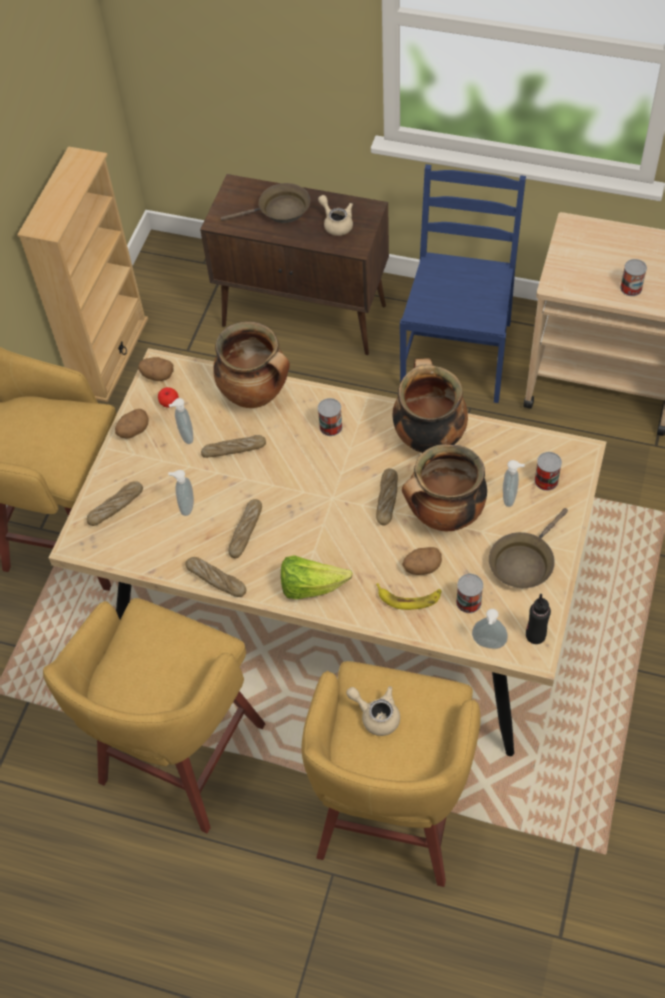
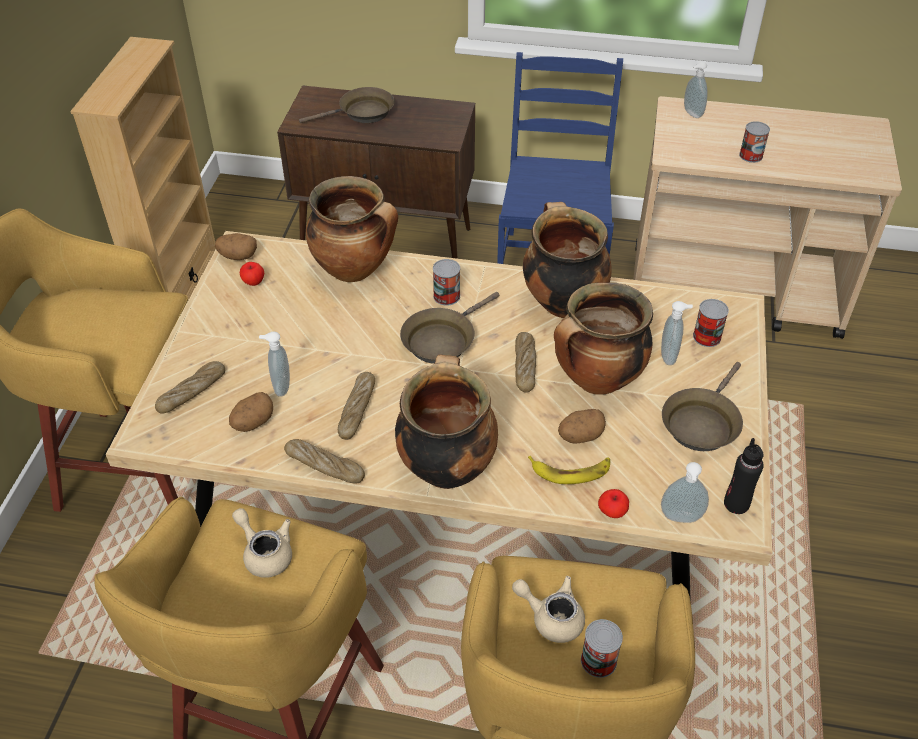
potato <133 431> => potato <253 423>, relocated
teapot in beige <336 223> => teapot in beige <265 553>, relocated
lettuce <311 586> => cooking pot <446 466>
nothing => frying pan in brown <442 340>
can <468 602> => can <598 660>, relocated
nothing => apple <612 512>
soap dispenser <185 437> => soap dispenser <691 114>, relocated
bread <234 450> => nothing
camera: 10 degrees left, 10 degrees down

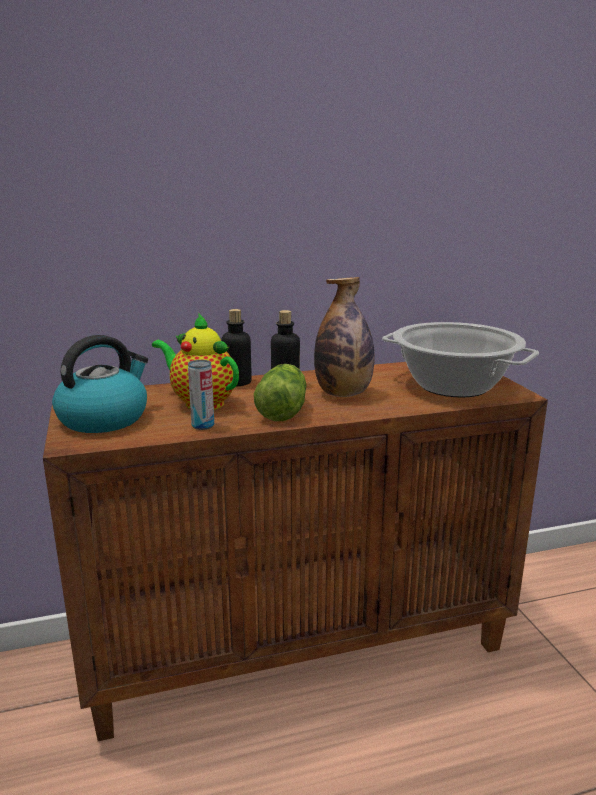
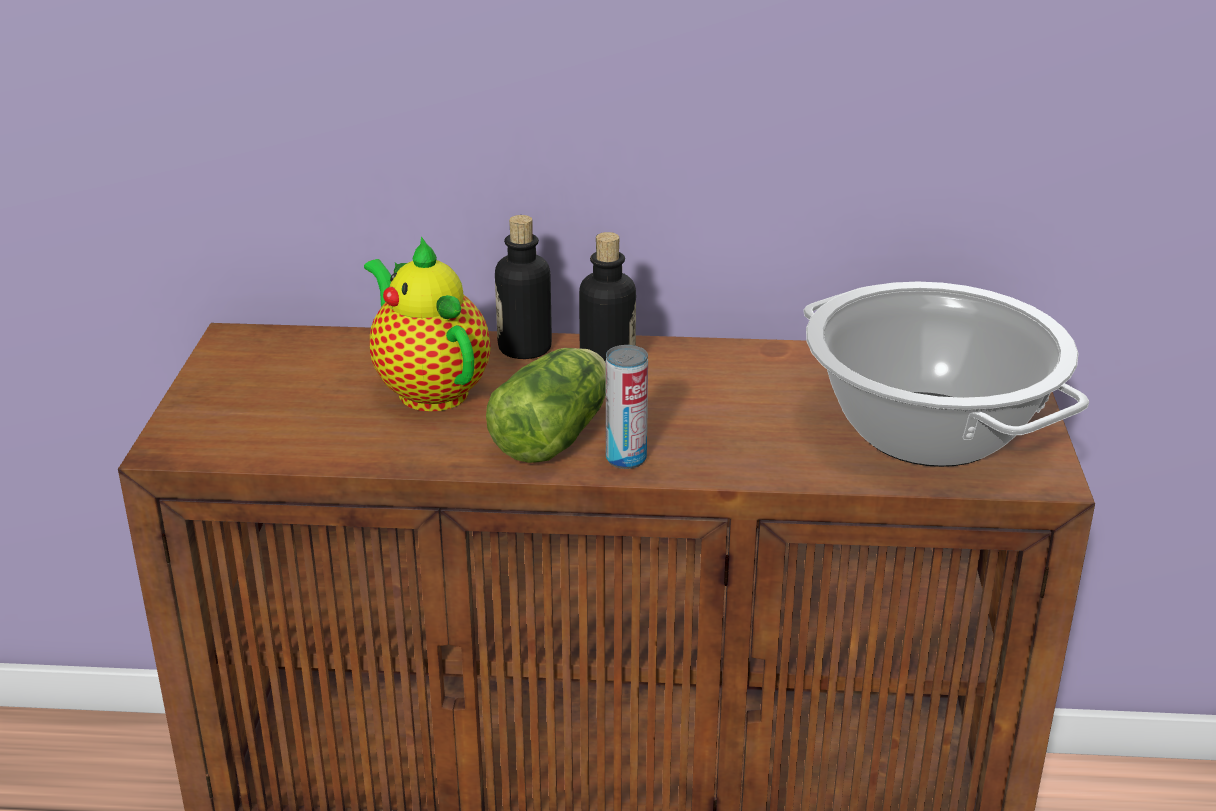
can <203 425> => can <626 459>, relocated
kettle <104 418> => nothing
bottle <343 394> => nothing
camera: 20 degrees right, 10 degrees up

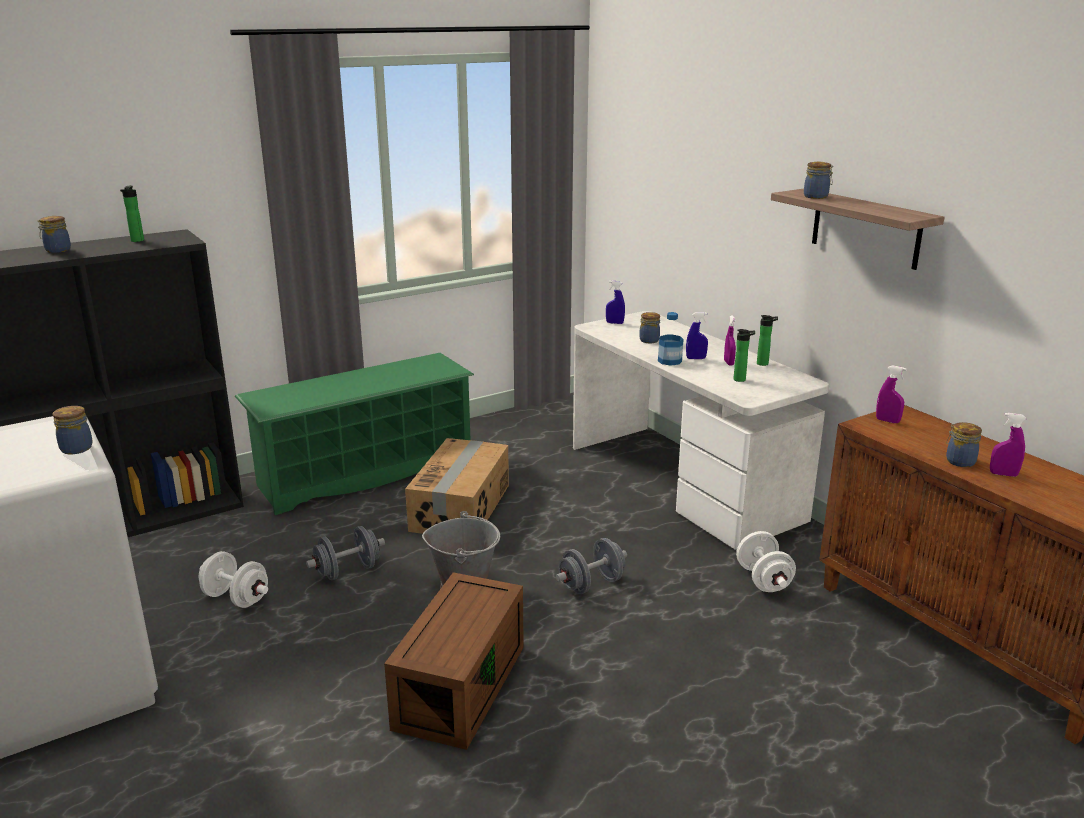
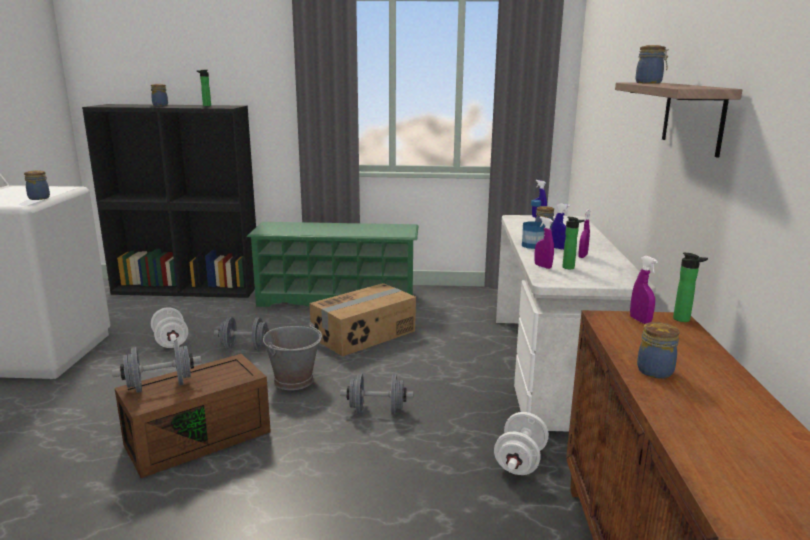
nothing => dumbbell in grey <160 386>
spray bottle in purple <1003 474> => spray bottle in purple <542 266>, relocated
bottle <764 364> => bottle <684 320>, relocated
camera: 35 degrees right, 5 degrees down

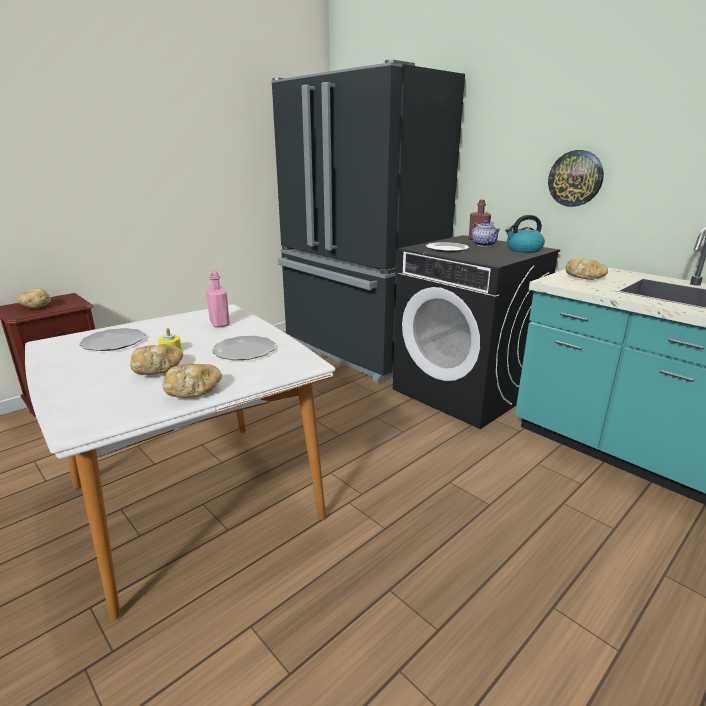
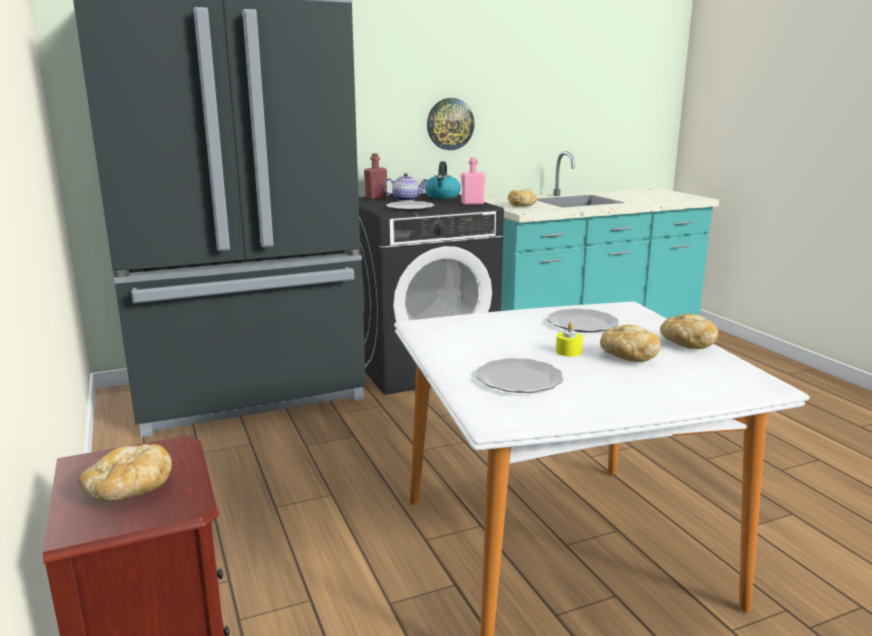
bottle in pink <219 323> => bottle in pink <472 204>, relocated
camera: 70 degrees left, 5 degrees down

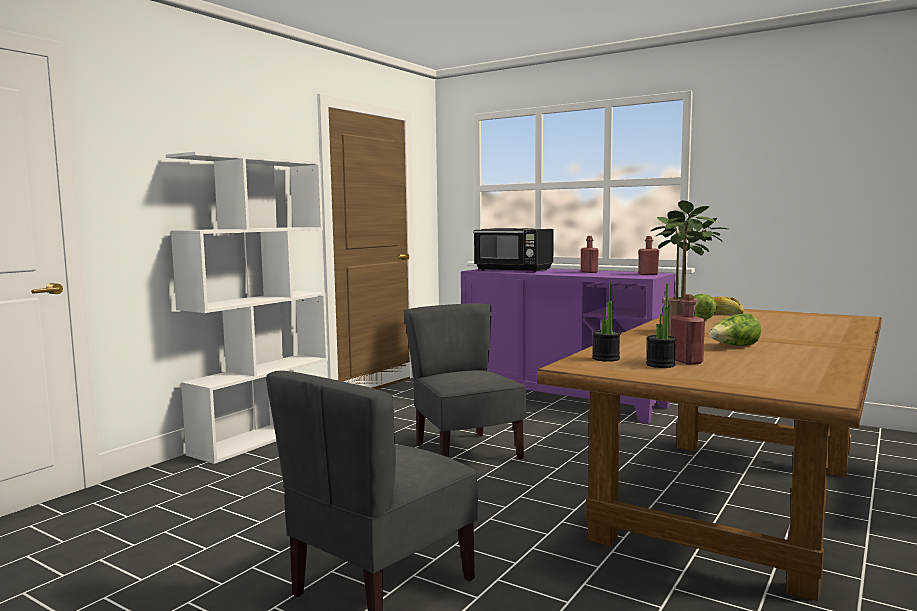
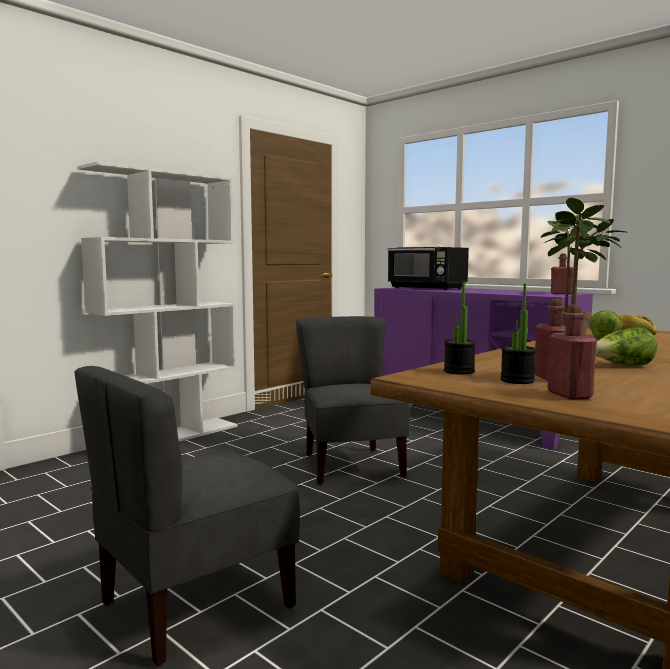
bottle in red <589 272> => bottle in red <569 395>, relocated
camera: 10 degrees right, 0 degrees up

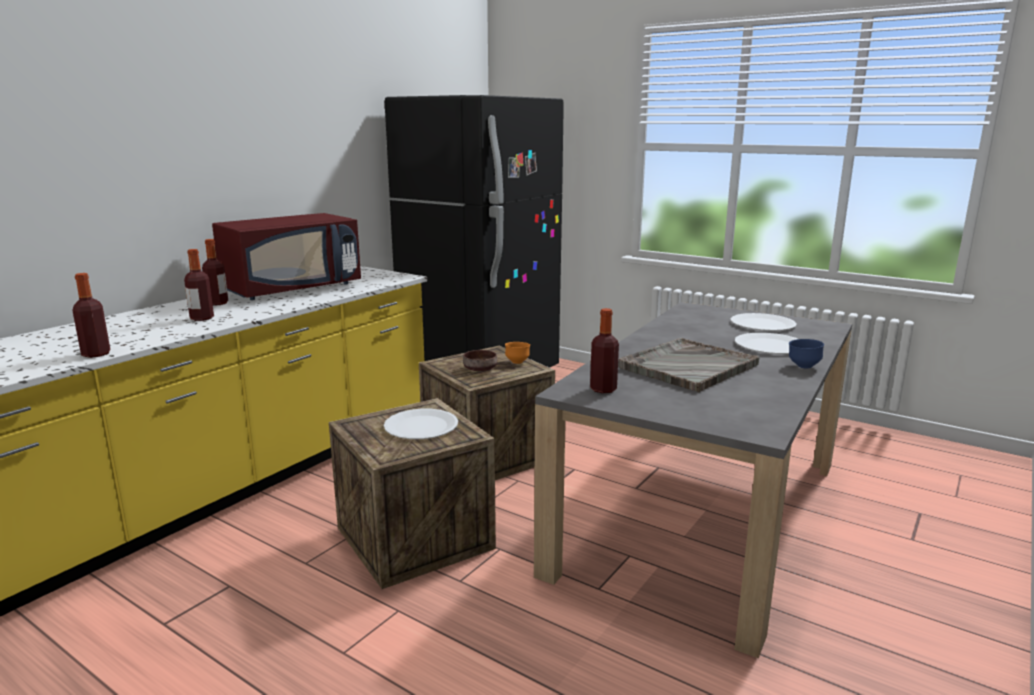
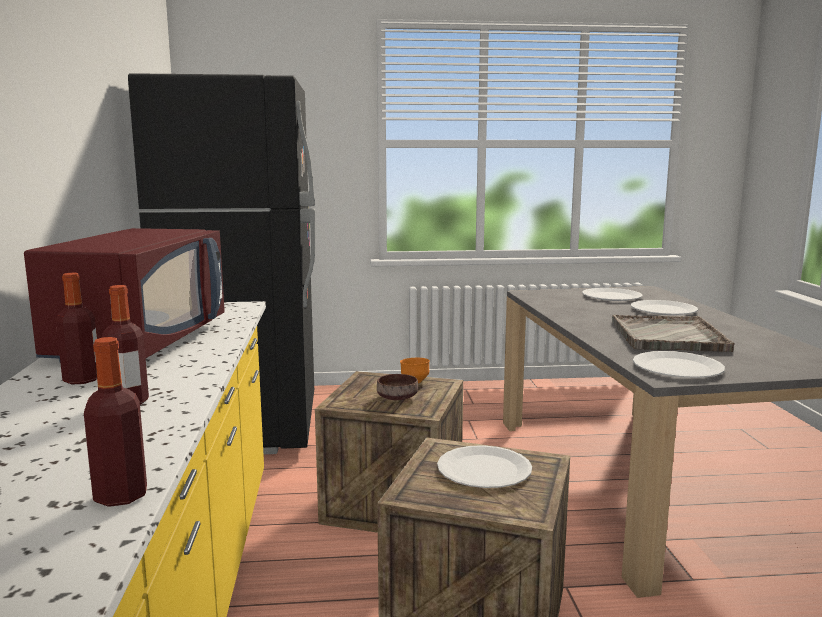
bottle <603 389> => plate in white <677 367>
bowl in blue <803 366> => nothing
camera: 40 degrees left, 5 degrees down

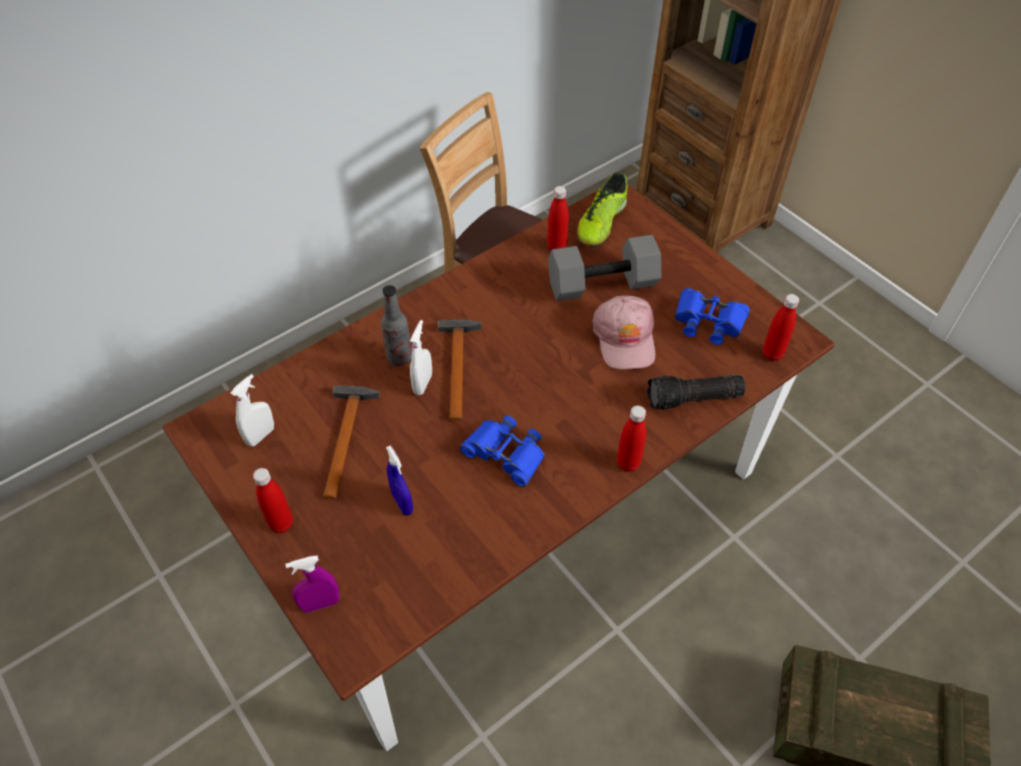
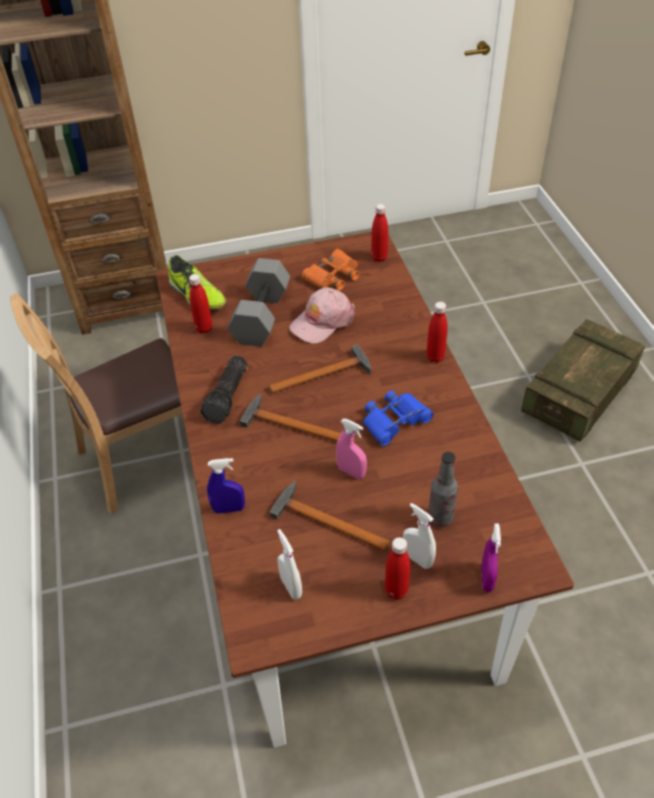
flashlight <693 399> => flashlight <228 397>, relocated
spray bottle in blue <402 503> => spray bottle in blue <229 509>, relocated
nothing => hammer <324 374>
cap in pink <625 338> => cap in pink <322 321>, 120 degrees clockwise
binoculars in blue <708 321> => binoculars in orange <333 276>
nothing => spray bottle in pink <351 472>
spray bottle in white <423 384> => spray bottle in white <417 559>, relocated
bottle <399 358> => bottle <440 518>, relocated
camera: 65 degrees left, 5 degrees down

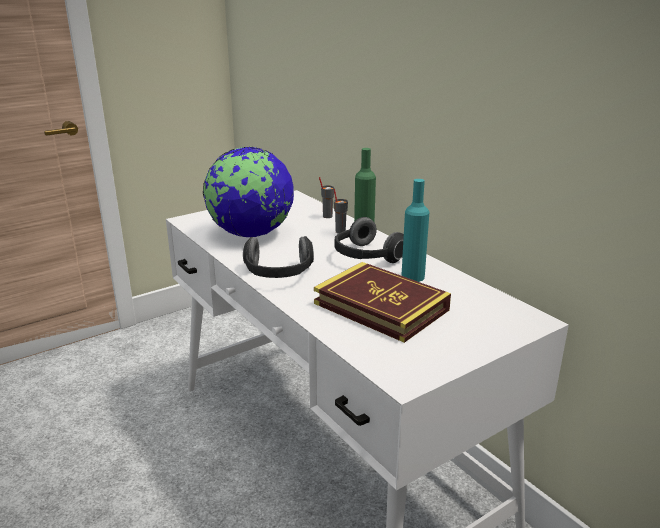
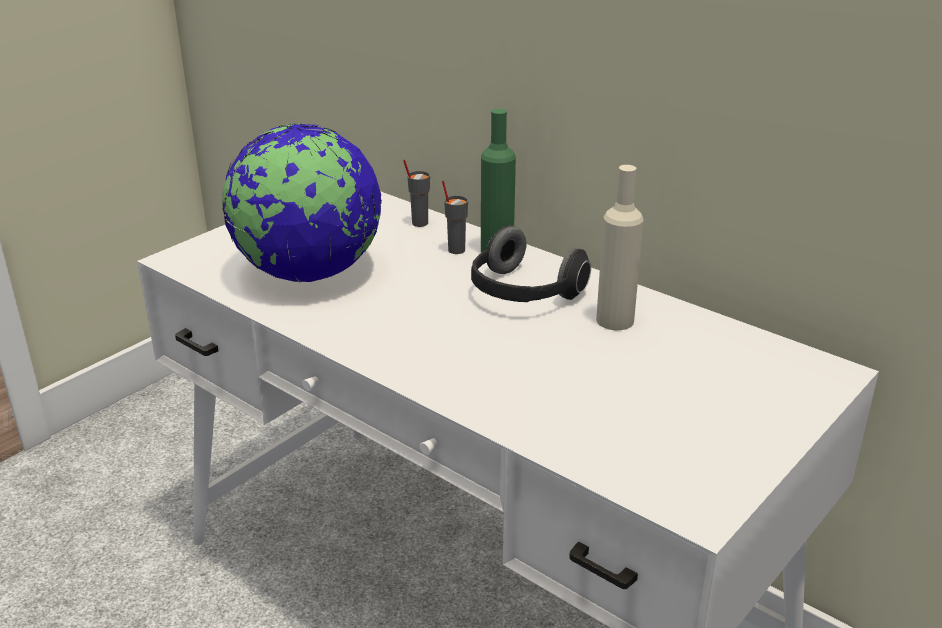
bottle in turquoise <413 277> => bottle in beige <615 320>
headphones <278 274> => nothing
book <381 307> => nothing
camera: 15 degrees left, 5 degrees up

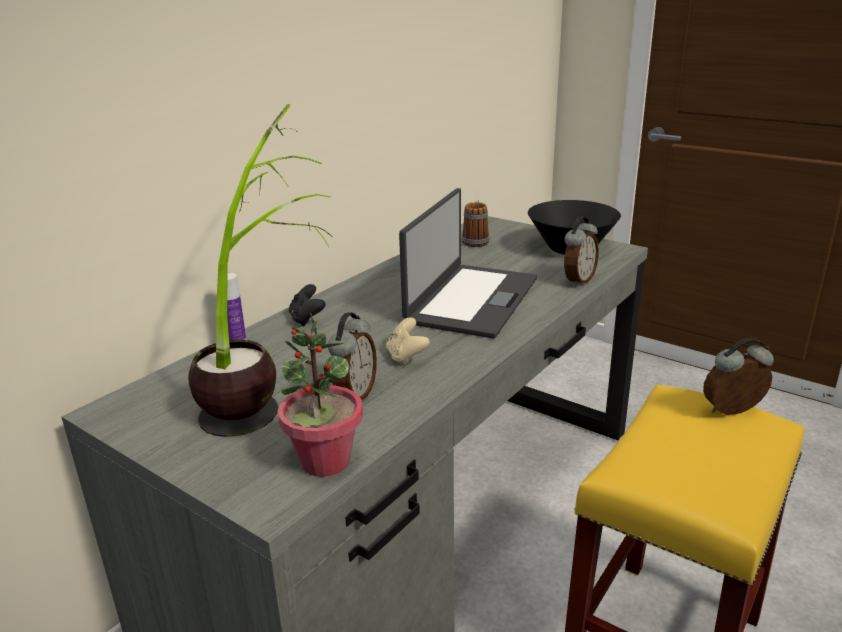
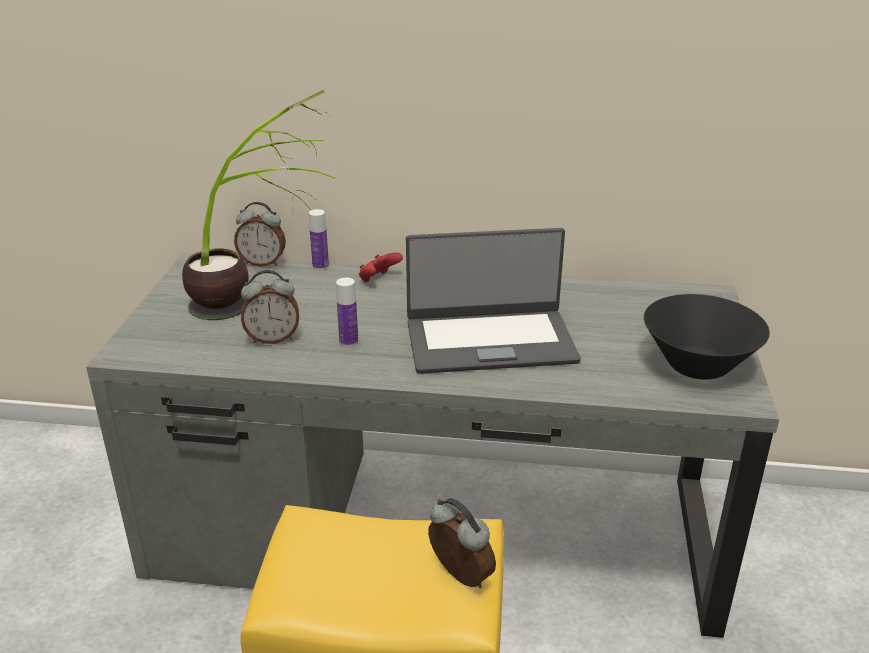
alarm clock <578 280> => alarm clock <262 263>, relocated
game controller in beige <406 357> => bottle <348 341>
game controller in black <307 319> => game controller in red <378 280>
potted plant <325 462> => nothing
mug <475 240> => nothing
camera: 60 degrees right, 5 degrees up

